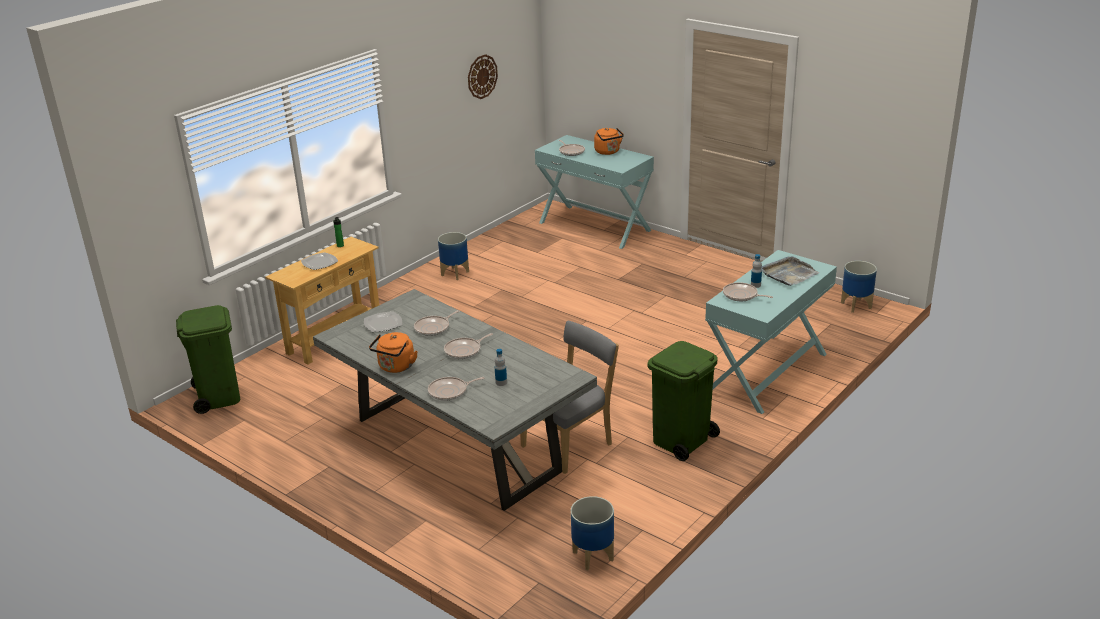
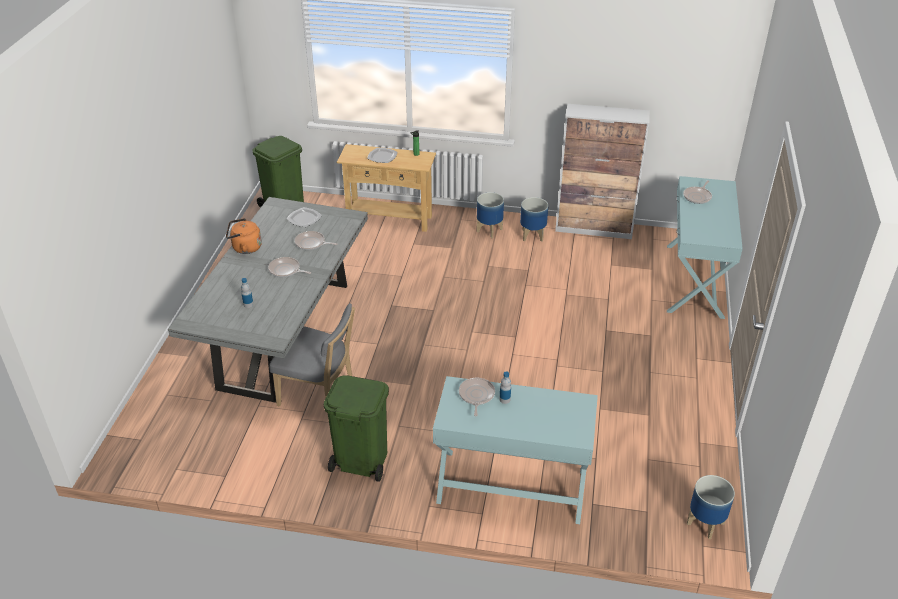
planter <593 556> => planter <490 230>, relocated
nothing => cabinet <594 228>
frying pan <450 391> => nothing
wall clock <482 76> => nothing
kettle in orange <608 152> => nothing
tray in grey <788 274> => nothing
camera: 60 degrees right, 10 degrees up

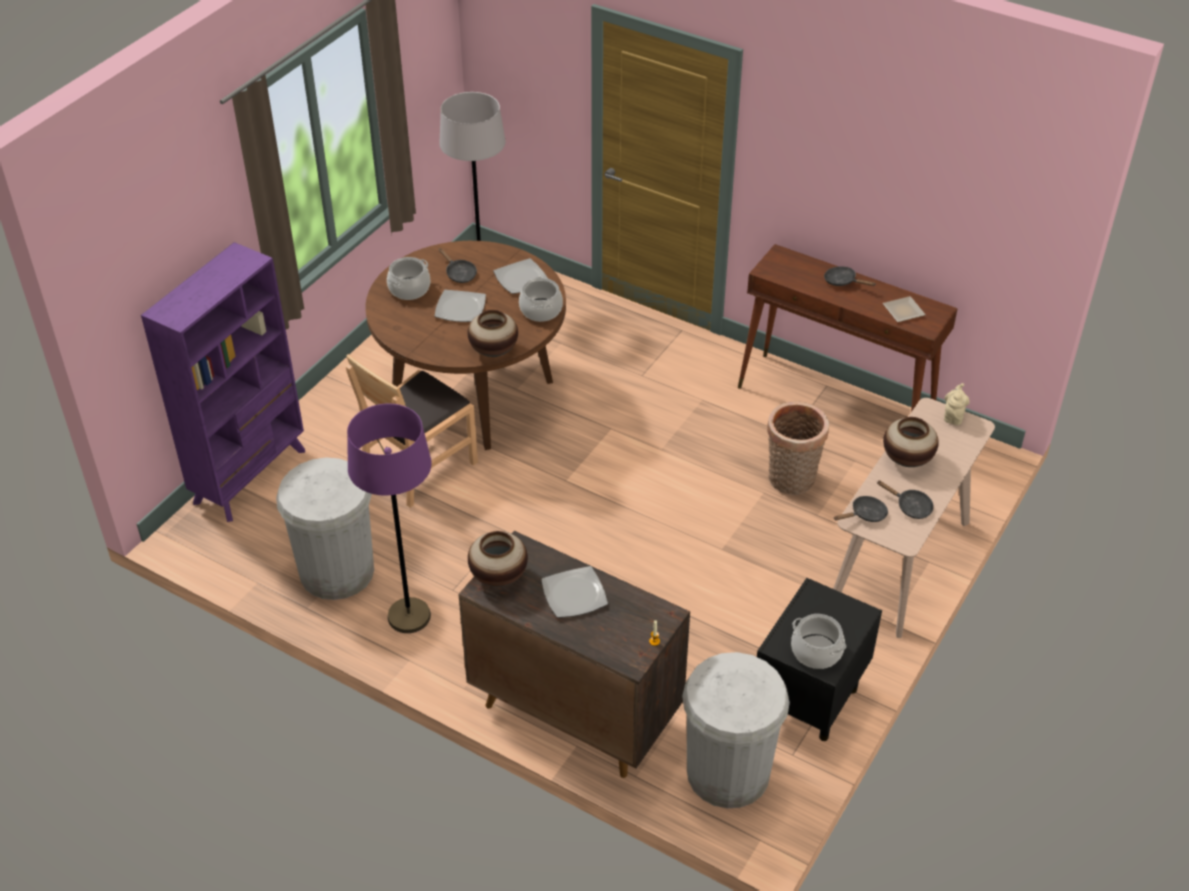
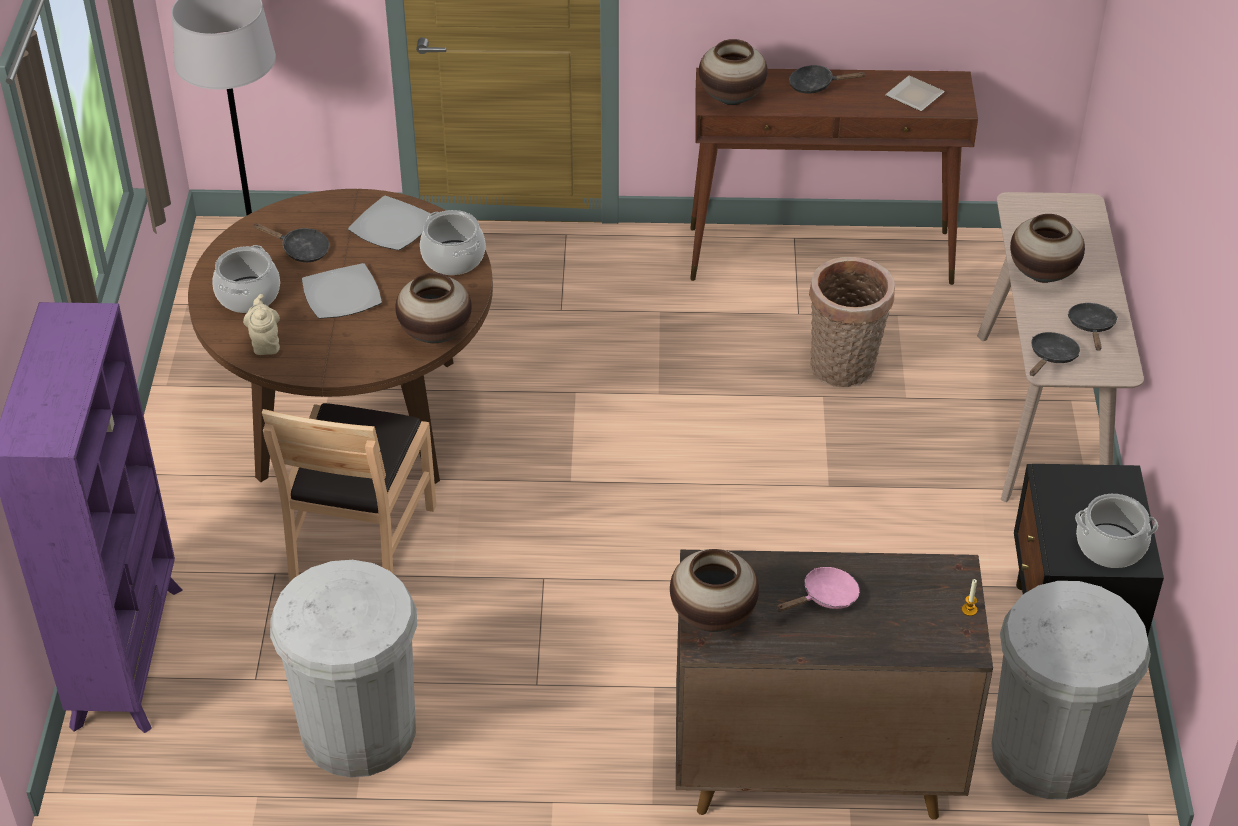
teapot in beige <953 416> => teapot in beige <265 343>, relocated
nothing => vase <731 98>
plate <574 595> => frying pan in pink <825 597>
frying pan in black <910 506> => frying pan in black <1091 327>, 90 degrees counterclockwise
floor lamp in purple <409 616> => nothing
camera: 30 degrees left, 0 degrees up

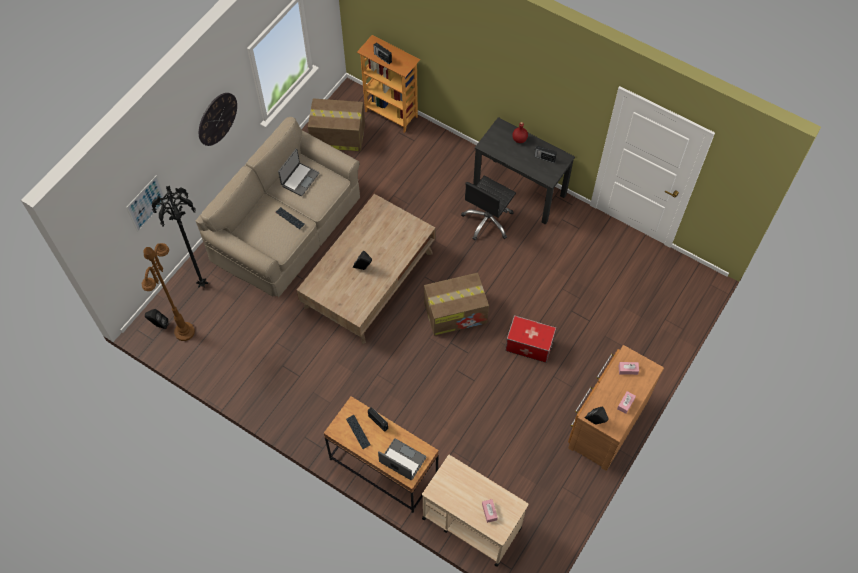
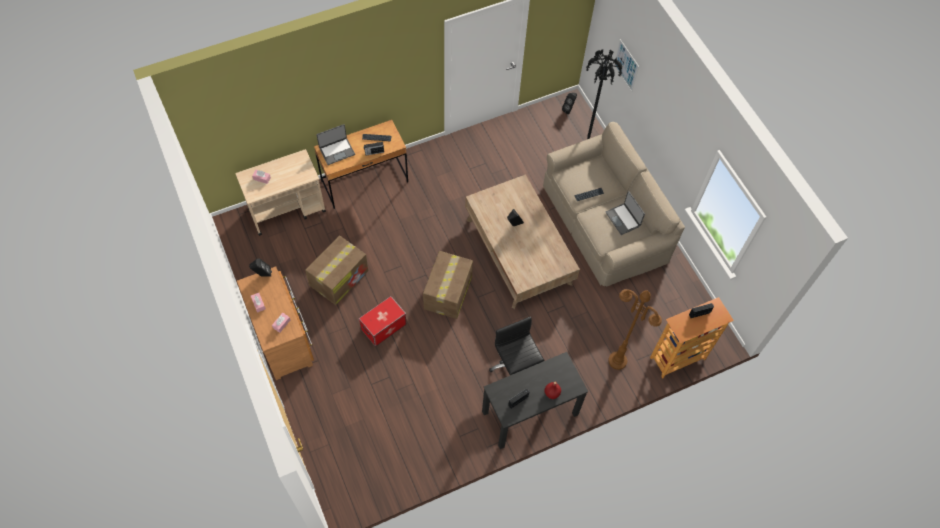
cardboard box <337 135> => cardboard box <339 277>, relocated
floor lamp in brown <184 331> => floor lamp in brown <617 361>, relocated
wall clock <217 119> => nothing
camera: 120 degrees right, 0 degrees up

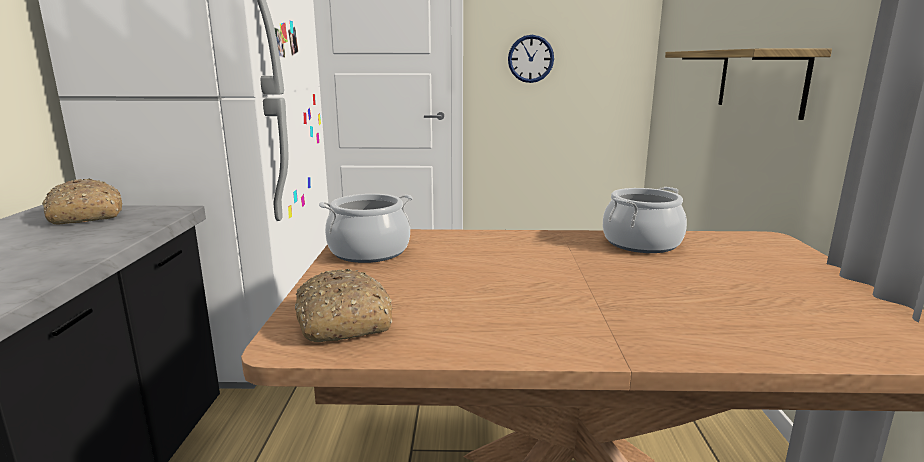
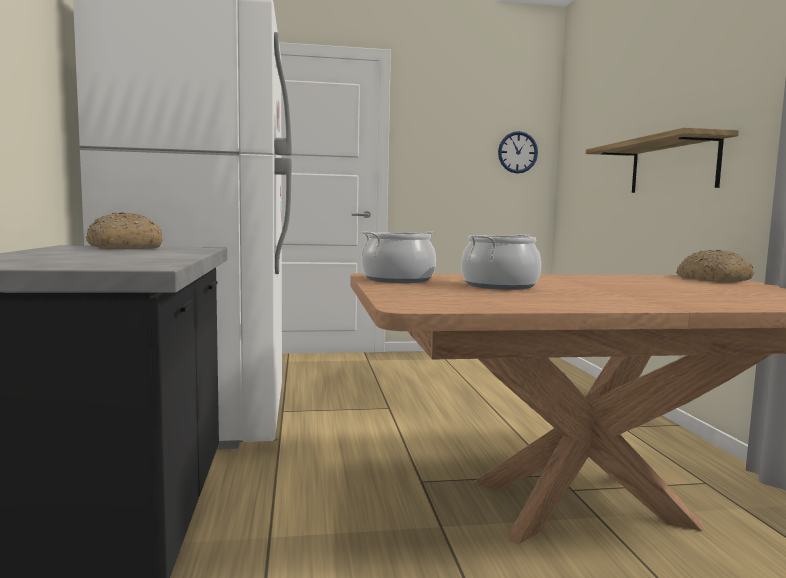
cooking pot <641 243> => cooking pot <499 285>, relocated
wall clock <530 59> => wall clock <517 152>, relocated
bread <341 321> => bread <712 279>, relocated
camera: 10 degrees left, 10 degrees down

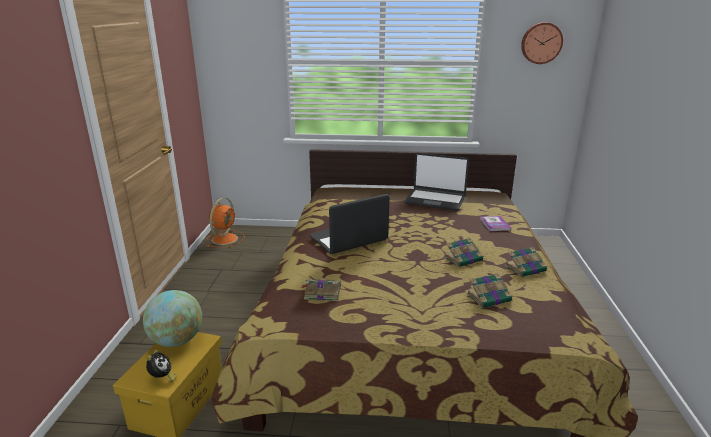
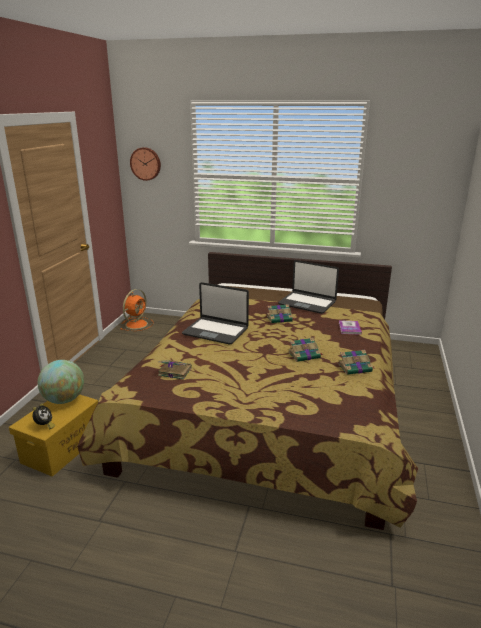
wall clock <541 43> => wall clock <146 163>, relocated
laptop <349 239> => laptop <216 331>, 135 degrees counterclockwise
book <489 297> => book <280 319>, relocated
camera: 10 degrees right, 0 degrees up

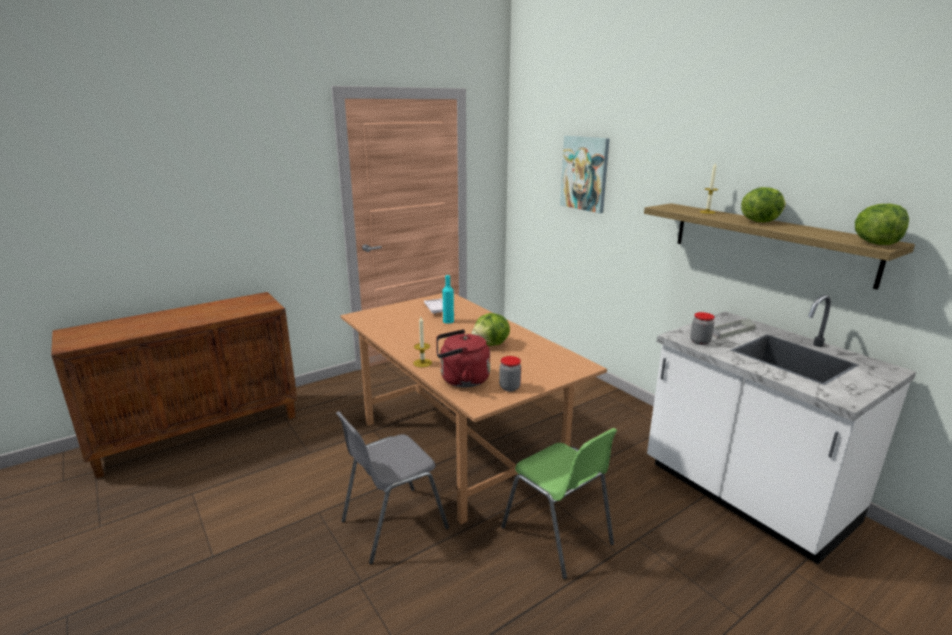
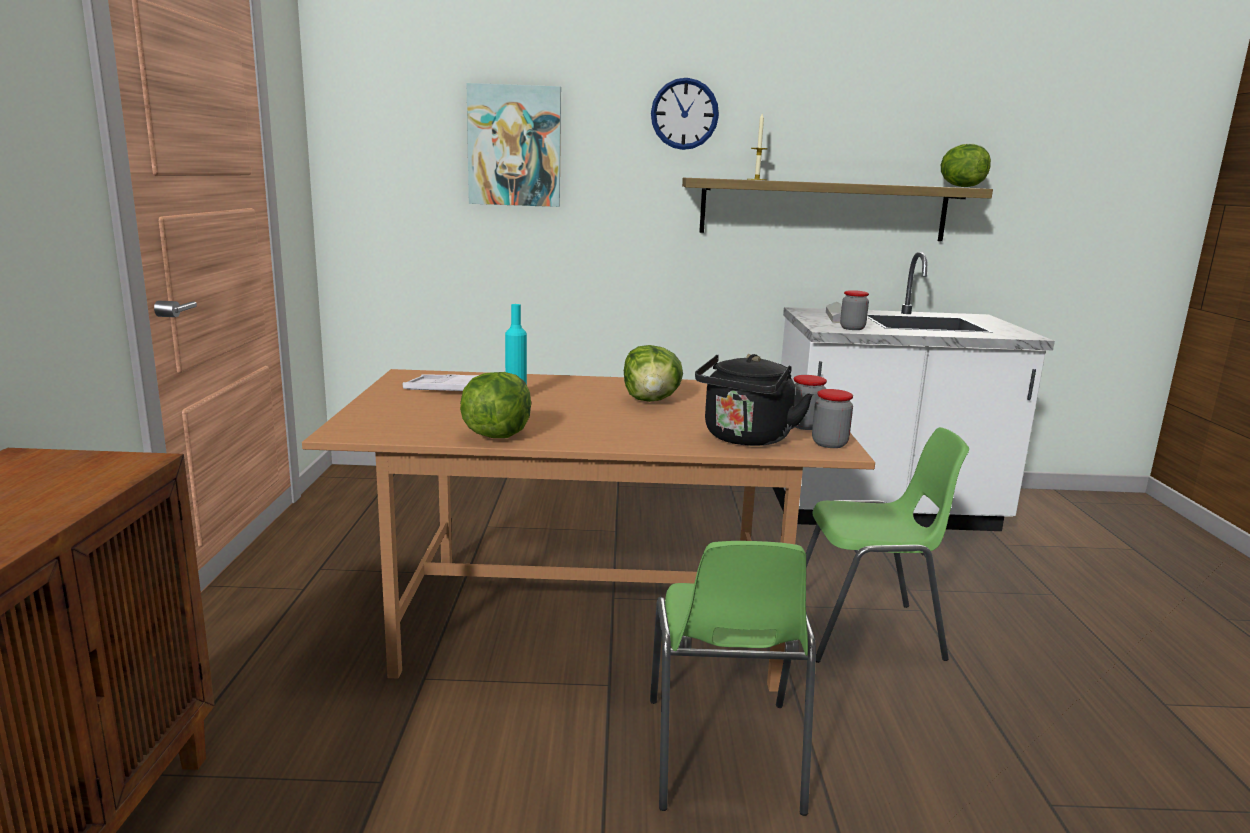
lettuce <759 221> => lettuce <496 435>, relocated
chair in grey <392 524> => chair in green <723 755>
nothing => wall clock <684 114>
kettle in red <461 380> => kettle in black <745 439>
nothing => jar <829 444>
candle <422 363> => nothing
camera: 55 degrees left, 5 degrees down

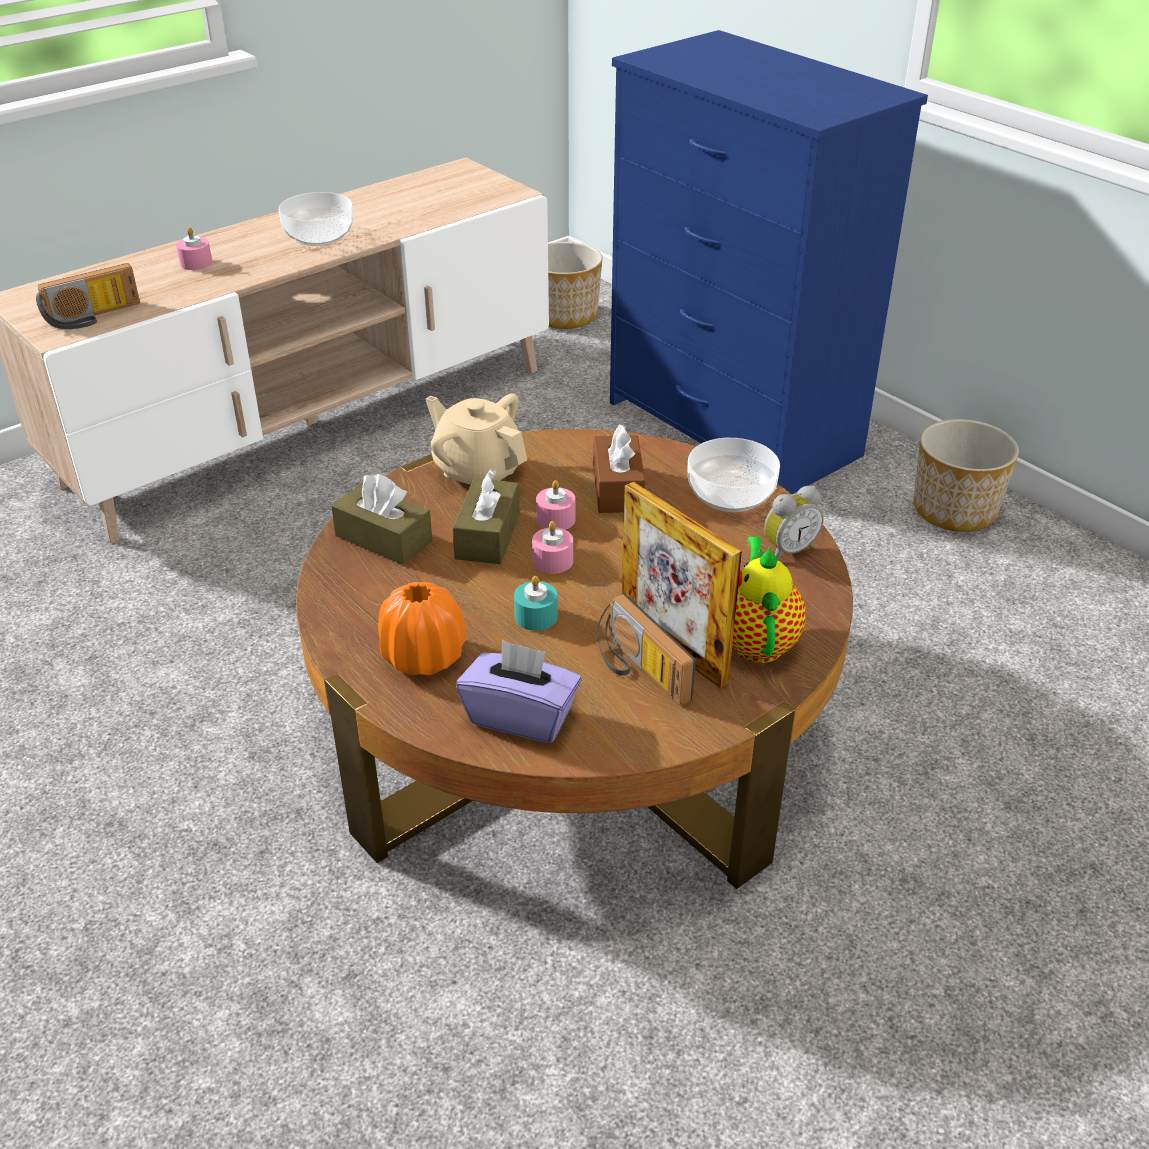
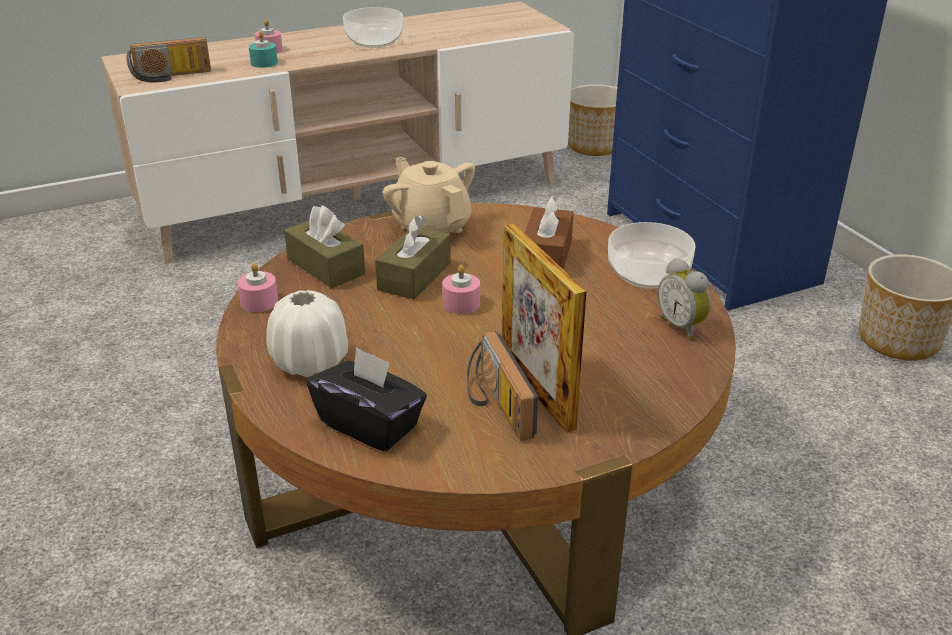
candle in pink <556 519> => candle in pink <259 301>, relocated
candle in turquoise <536 616> => candle in turquoise <264 63>, relocated
vase in orange <423 657> => vase in white <310 362>
tissue box in purple <521 716> => tissue box in black <370 424>
alarm clock <787 550> => alarm clock <682 326>, 75 degrees clockwise
teapot <757 641> => nothing
camera: 15 degrees right, 5 degrees down

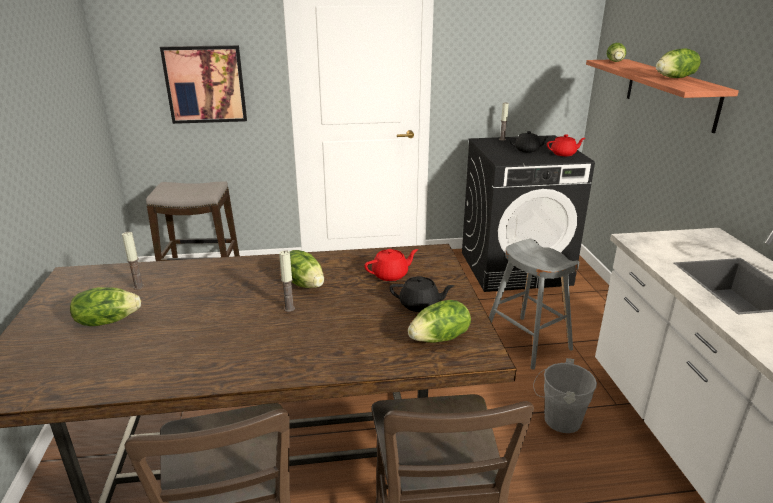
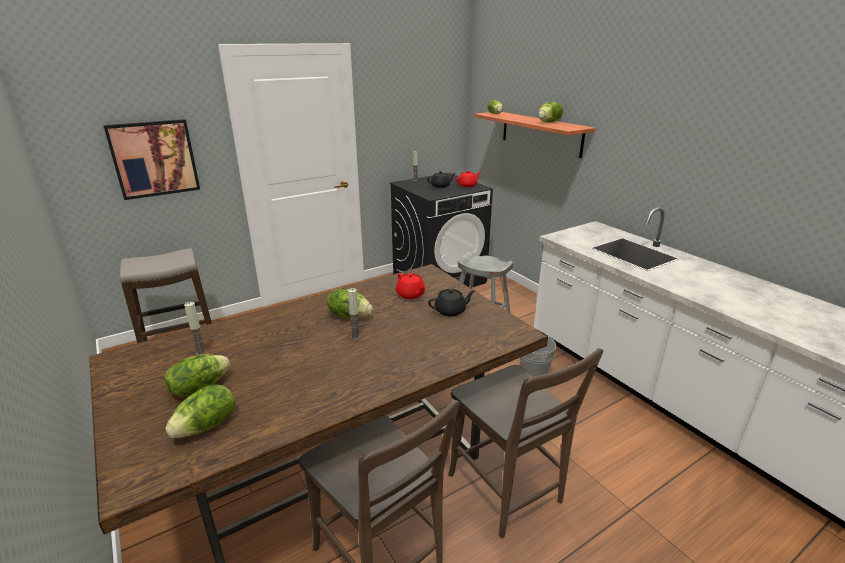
lettuce <440 338> => lettuce <207 426>, relocated
teapot in red <391 275> => teapot in red <410 295>, 105 degrees clockwise
camera: 25 degrees left, 0 degrees up

